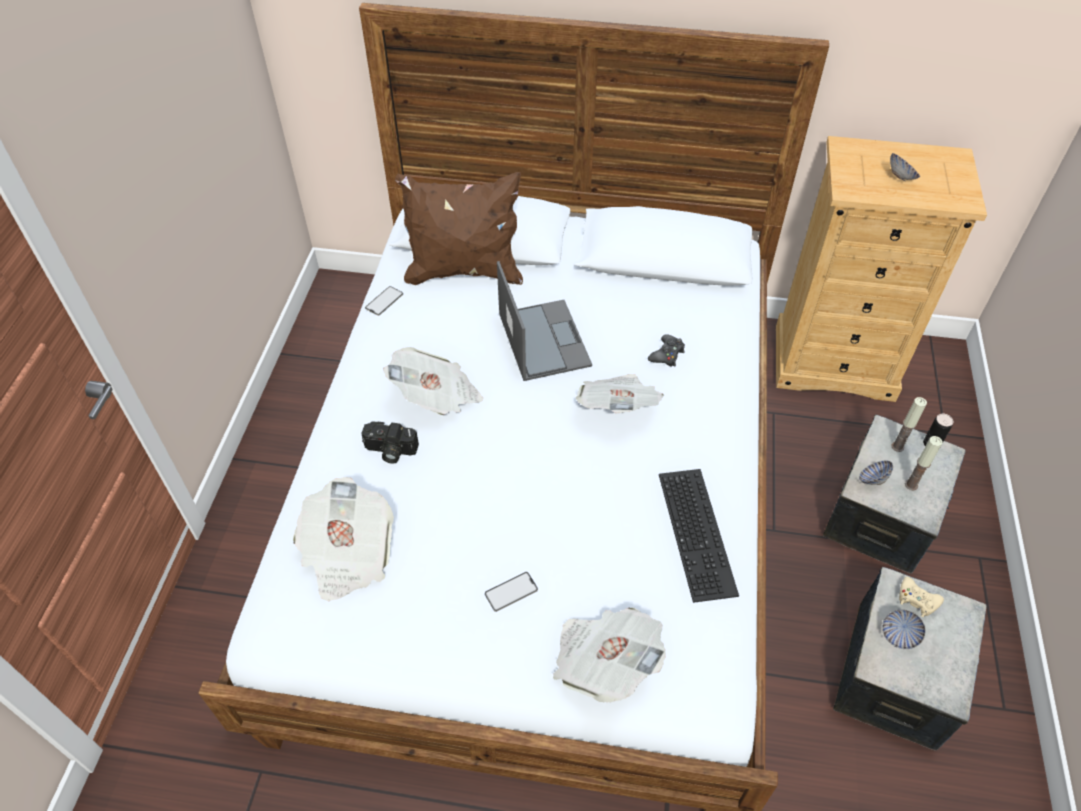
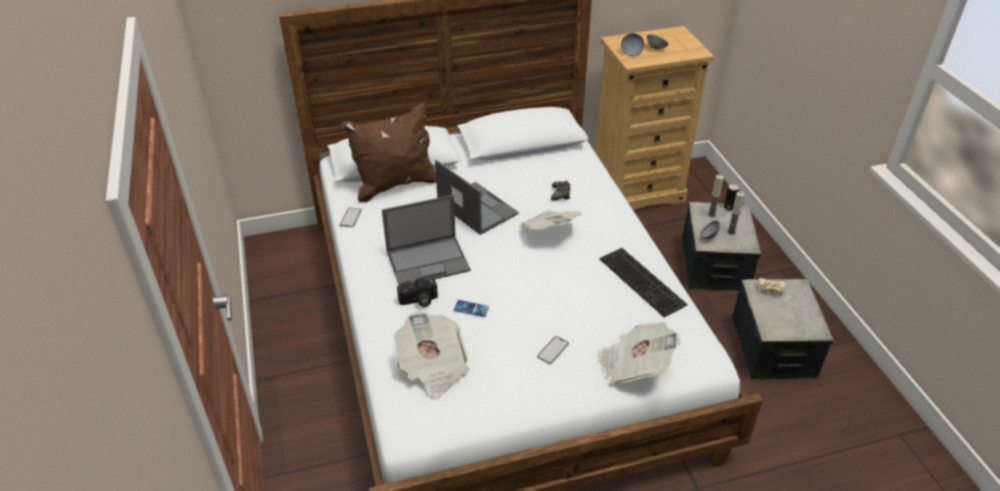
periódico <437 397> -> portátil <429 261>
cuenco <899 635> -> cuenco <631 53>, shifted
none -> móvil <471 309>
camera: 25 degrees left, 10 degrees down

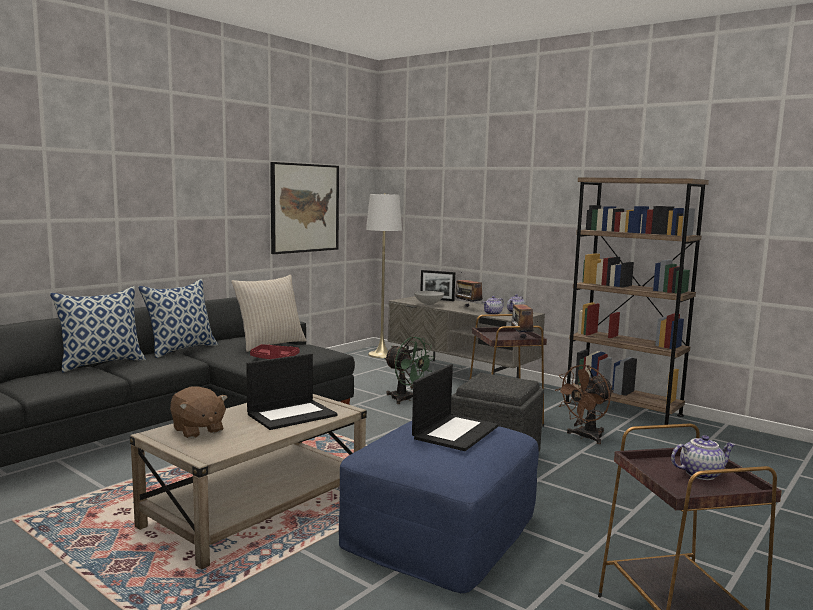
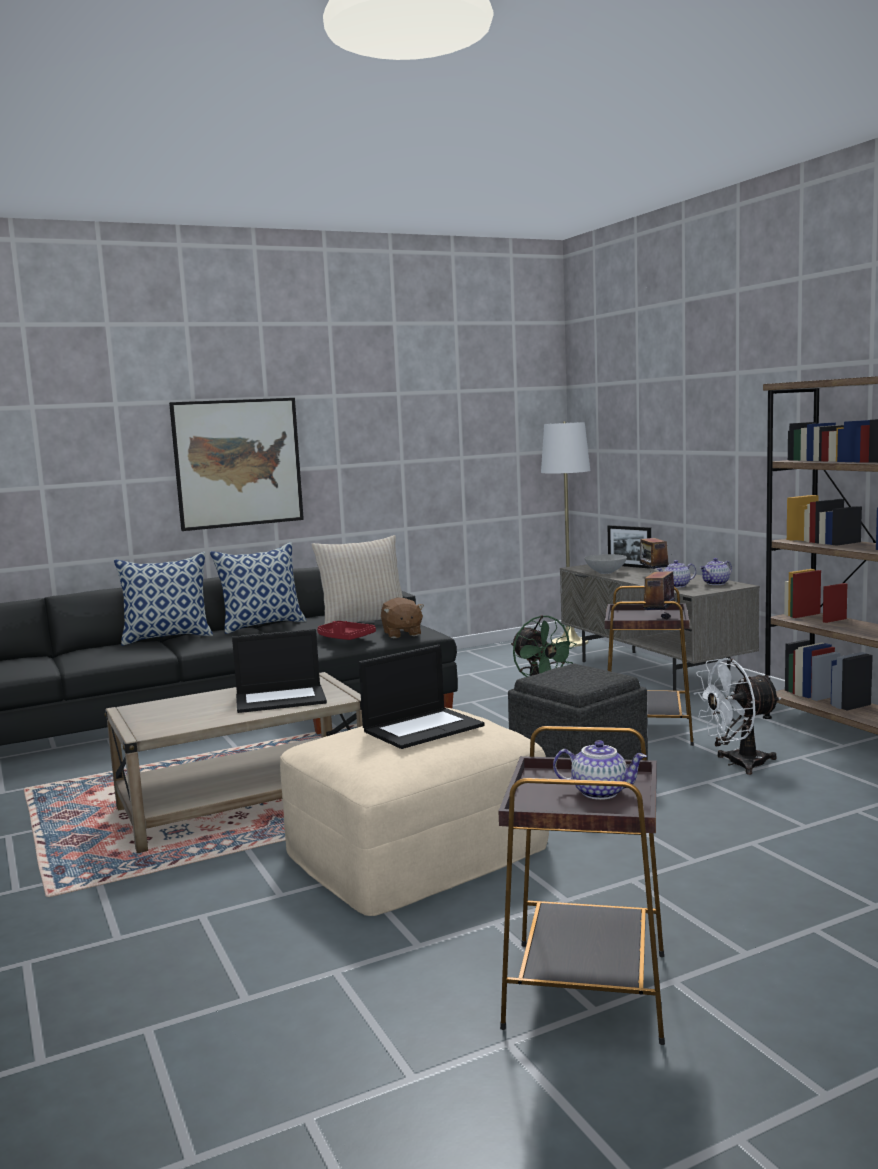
cuadro <304 208> -> cuadro <238 463>, shifted
ventilador [marrón] <585 437> -> ventilador [blanco] <738 764>
peluche [marrón] <197 430> -> peluche [marrón] <401 634>, shifted
puf [azul] <441 530> -> puf [beis] <416 850>
camera: 25 degrees right, 0 degrees up

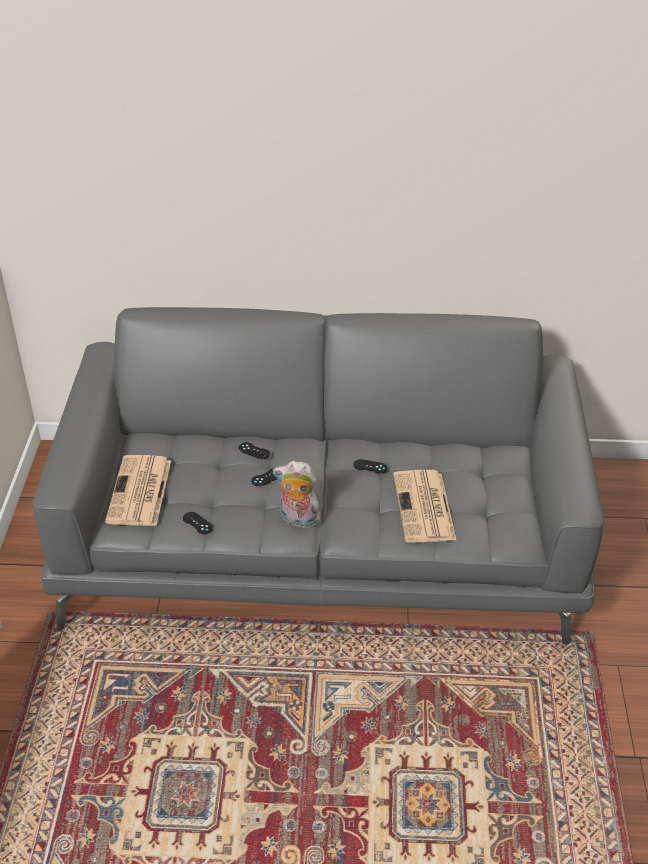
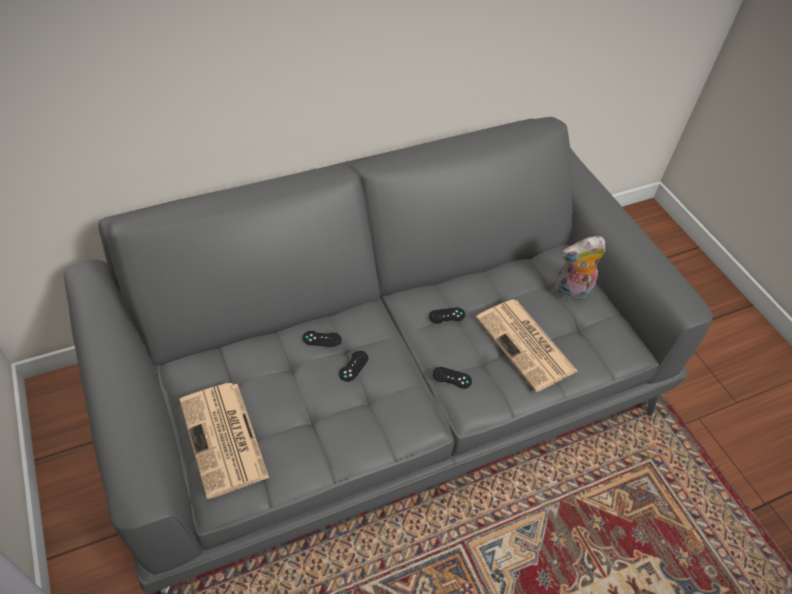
peluche <297 520> -> peluche <572 292>, shifted
mando de consola [negro] <197 523> -> mando de consola [negro] <452 378>, shifted
camera: 30 degrees left, 10 degrees up

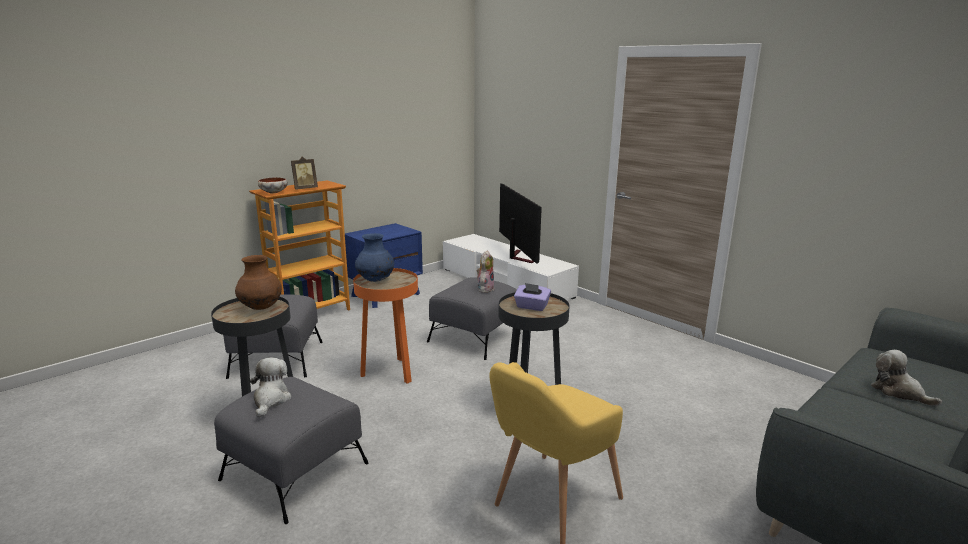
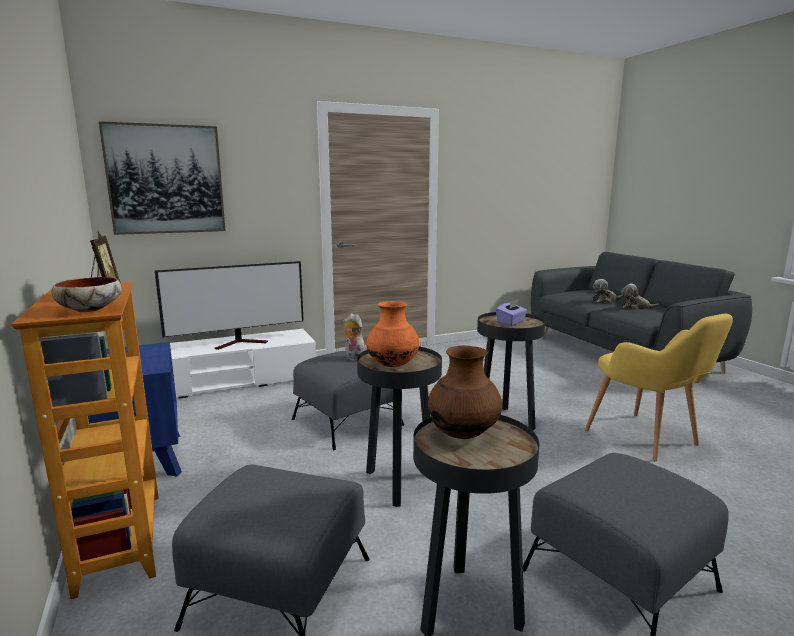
televisor <517 257> -> televisor <241 343>, 150 degrees clockwise
florero [azul] <375 280> -> florero [naranja] <393 365>
mesa auxiliar [naranja] <390 372> -> mesa auxiliar [negro] <398 484>
peluche <271 400> -> peluche <636 307>, shifted
none -> cuadro <166 179>
camera: 70 degrees left, 5 degrees down

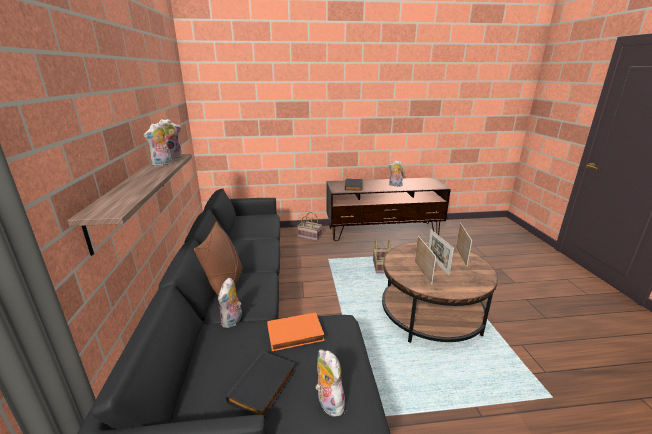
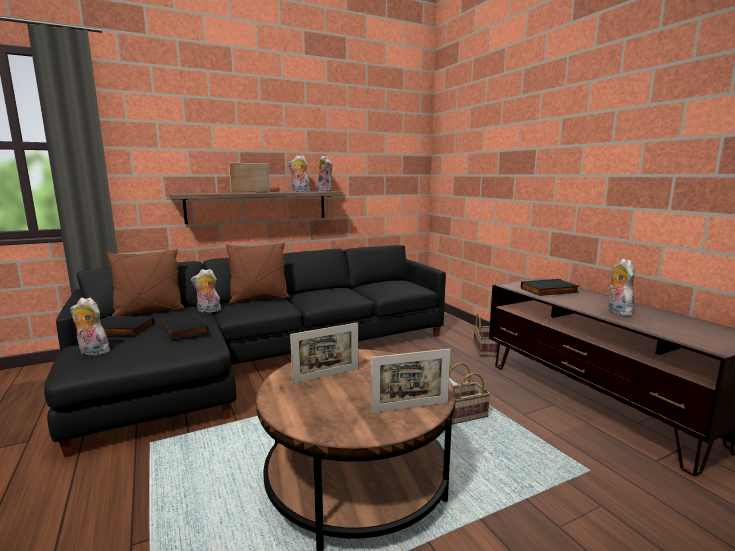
portarretratos <437 264> -> portarretratos <251 192>, shifted
libro [naranja] <295 335> -> libro [negro] <183 329>
peluche <328 402> -> peluche <92 352>, 120 degrees counterclockwise
none -> cojín [marrón] <149 312>
camera: 70 degrees right, 10 degrees down

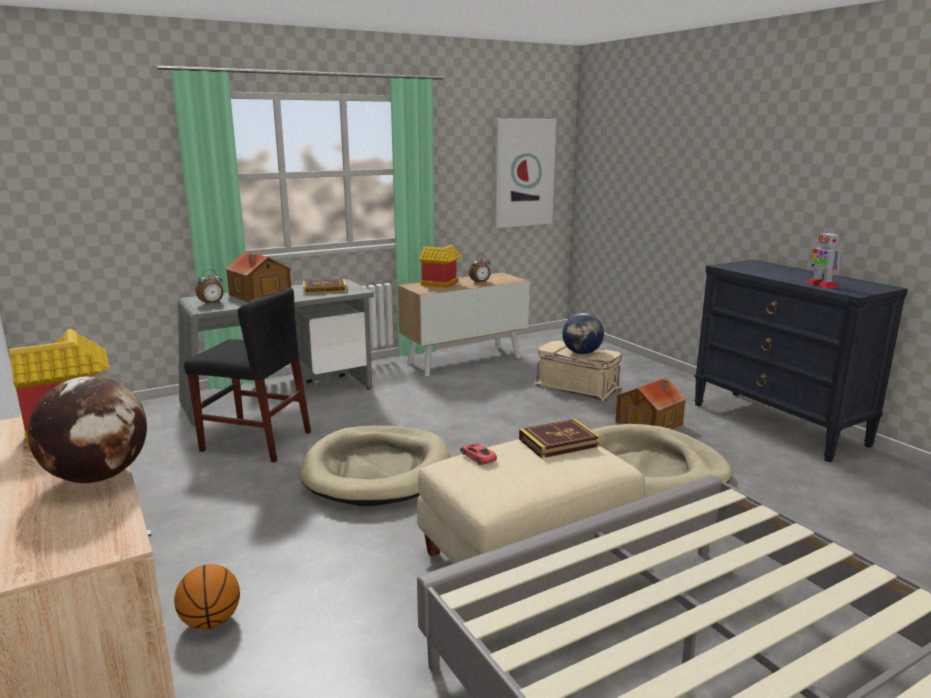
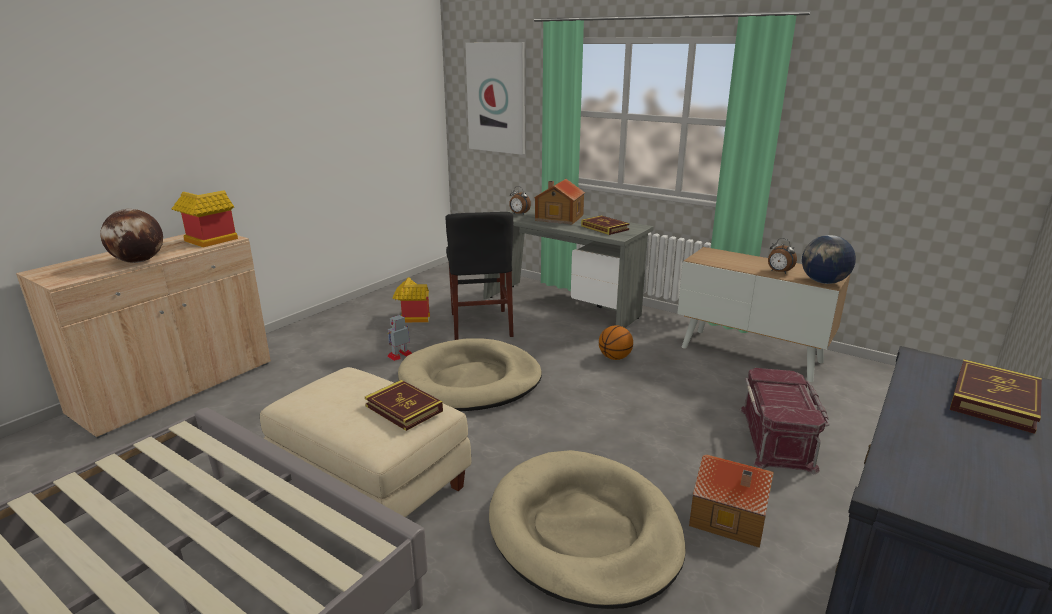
cuadro <523 173> -> cuadro <496 98>, shifted
robot de juguete <821 284> -> robot de juguete <400 355>, shifted
casita <440 285> -> casita <411 317>, shifted
globo terráqueo <581 353> -> globo terráqueo <823 282>, shifted
caja de almacenaje [beis] <577 386> -> caja de almacenaje [rojo] <778 438>
coche de juguete [rojo] <477 456> -> none
balón de baloncesto <210 622> -> balón de baloncesto <614 357>, shifted
none -> libro <994 400>
camera: 65 degrees right, 5 degrees up

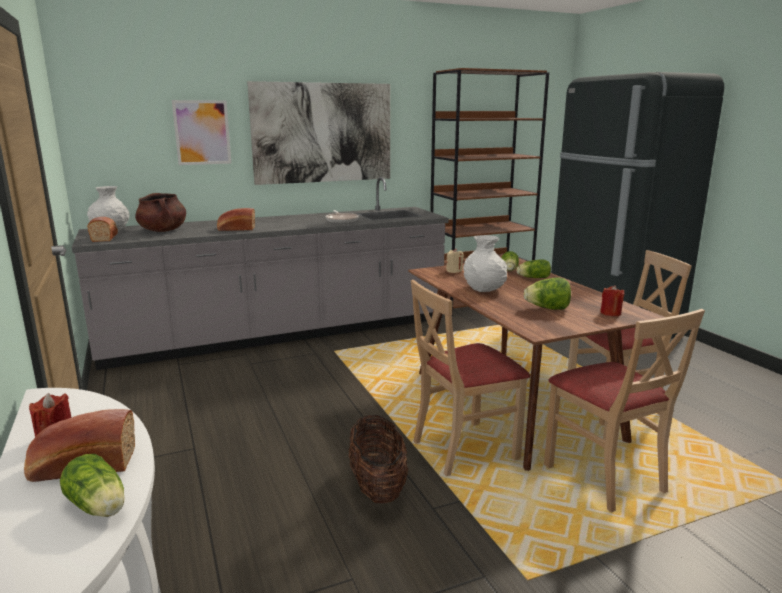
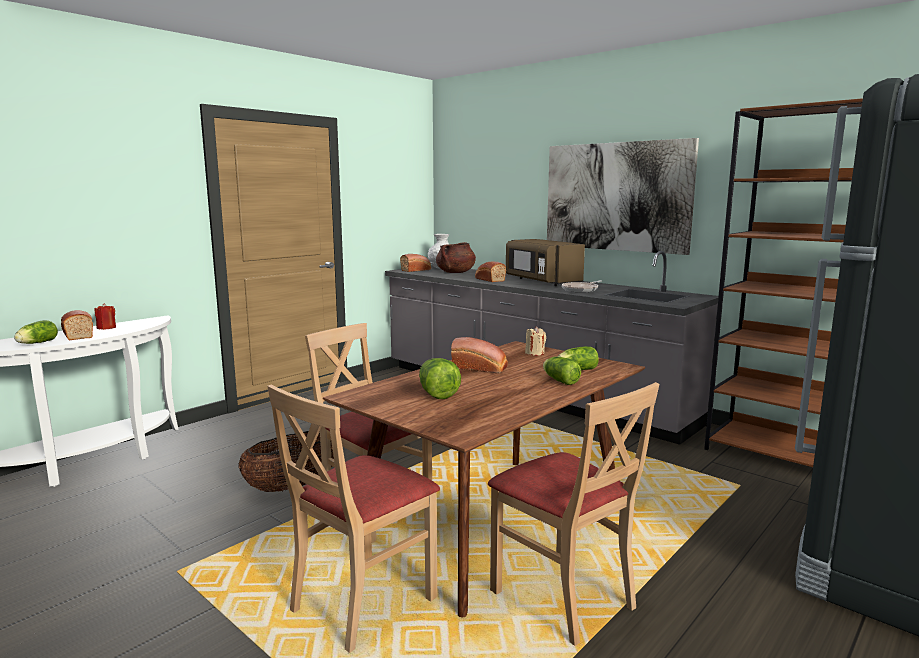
cuadro <202 132> -> none
florero [blanco] <484 289> -> pan <481 368>
vela [rojo] <610 313> -> none
none -> microondas [marrón] <541 281>
camera: 65 degrees right, 5 degrees down

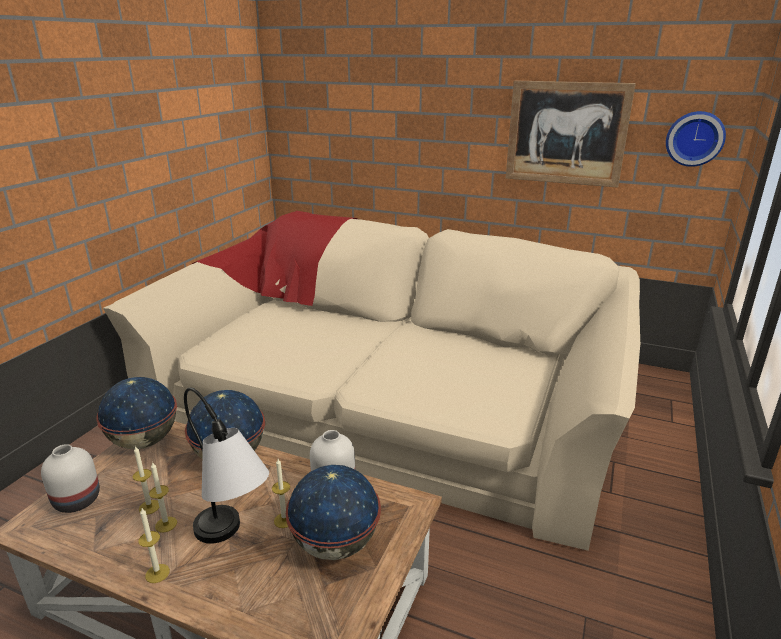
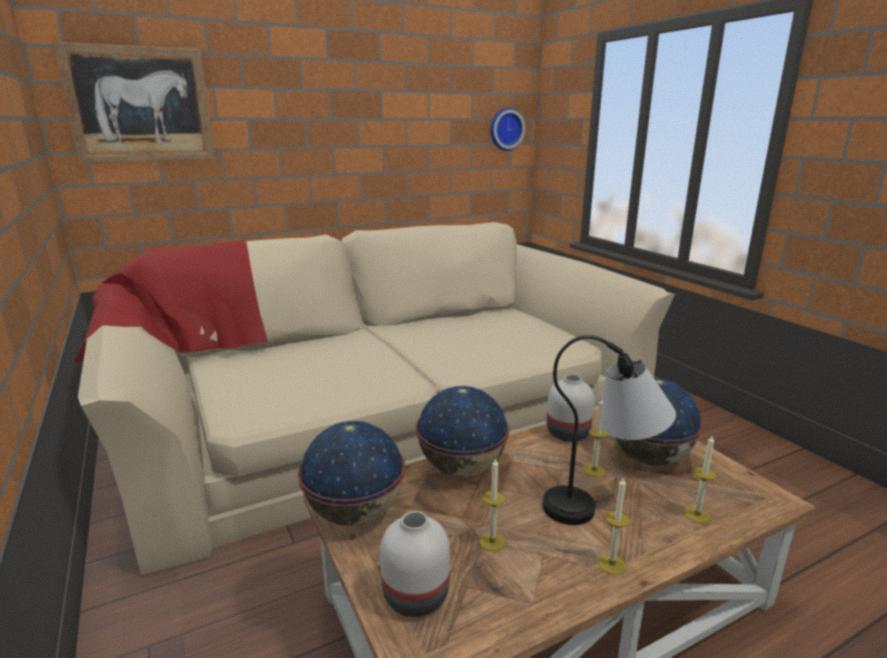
cuadro <566 133> -> cuadro <140 105>, shifted
vela <166 524> -> vela <697 515>, shifted
camera: 50 degrees left, 5 degrees down

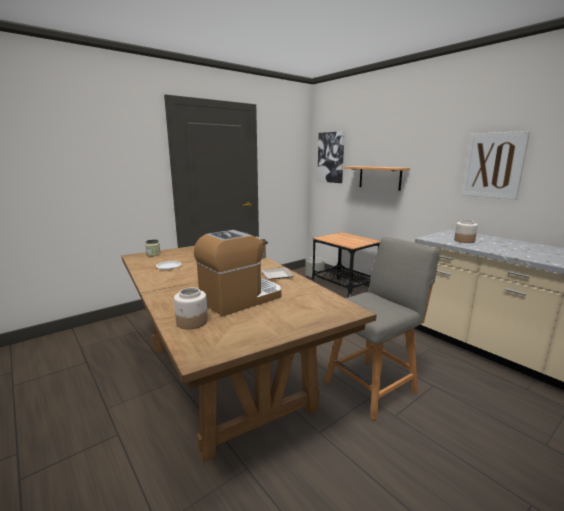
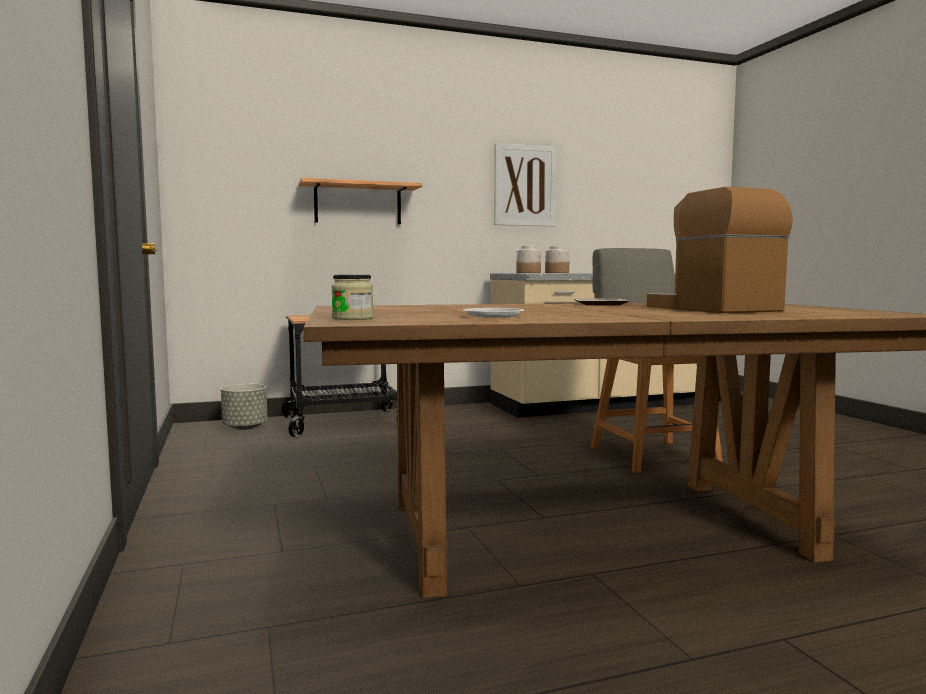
cuadro <331 157> -> none
tarro <192 322> -> tarro <528 273>, shifted
camera: 70 degrees left, 10 degrees down

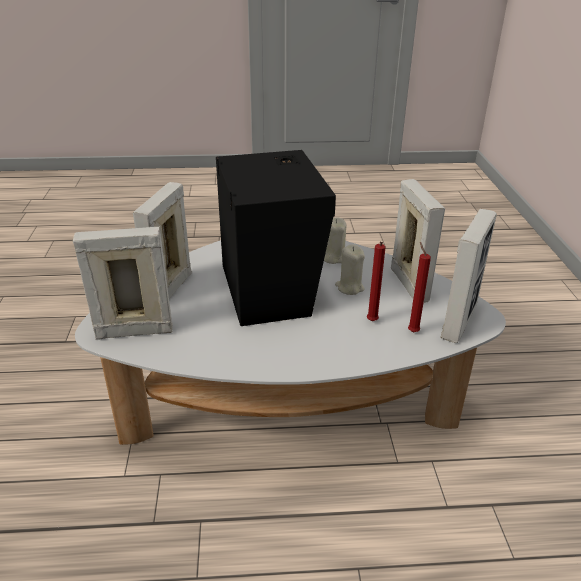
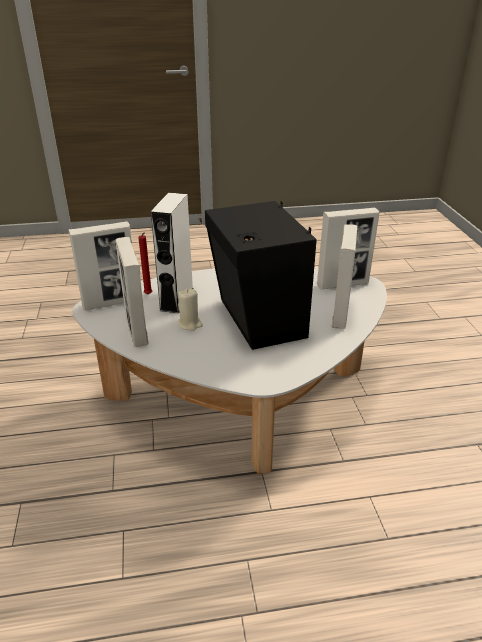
portarretratos <458 322> -> portarretratos <110 303>, 135 degrees counterclockwise
vela [beis] <333 258> -> none
vela [rojo] <371 322> -> altavoz [gris] <176 299>
camera: 175 degrees right, 0 degrees up

